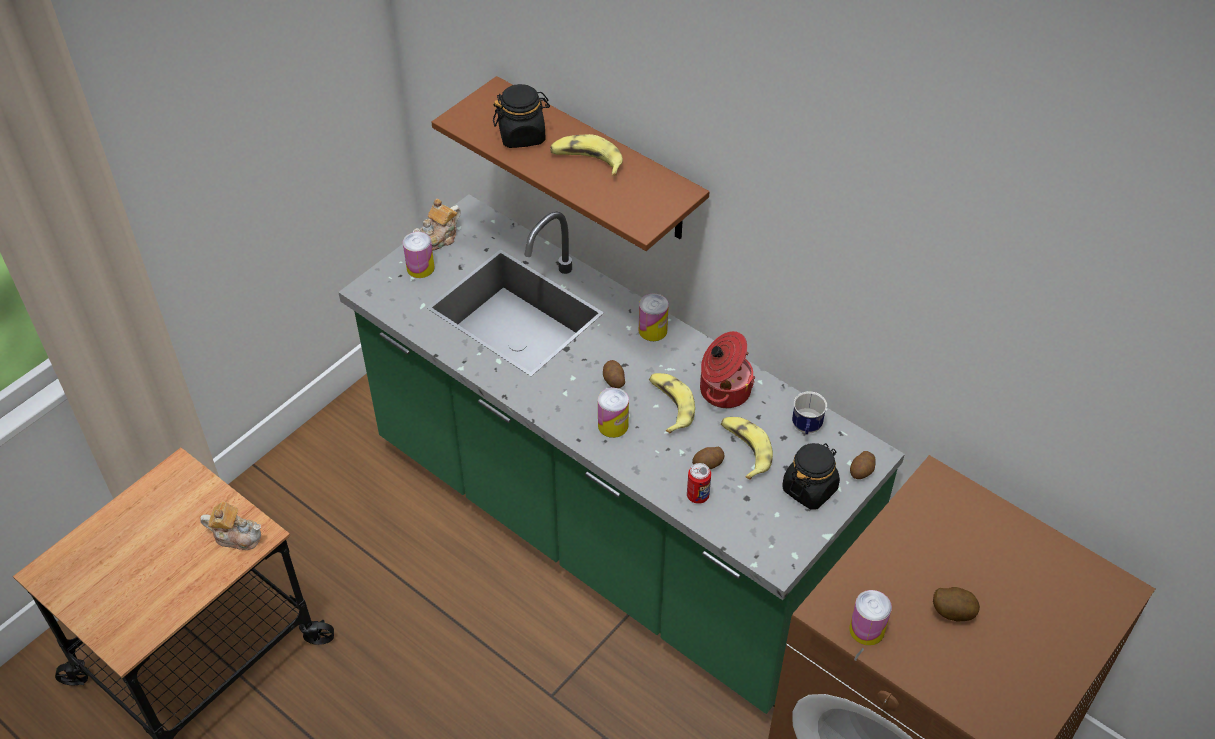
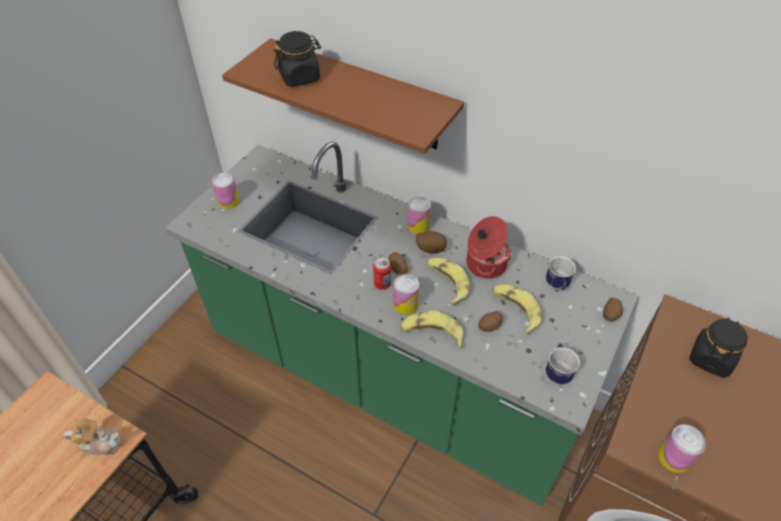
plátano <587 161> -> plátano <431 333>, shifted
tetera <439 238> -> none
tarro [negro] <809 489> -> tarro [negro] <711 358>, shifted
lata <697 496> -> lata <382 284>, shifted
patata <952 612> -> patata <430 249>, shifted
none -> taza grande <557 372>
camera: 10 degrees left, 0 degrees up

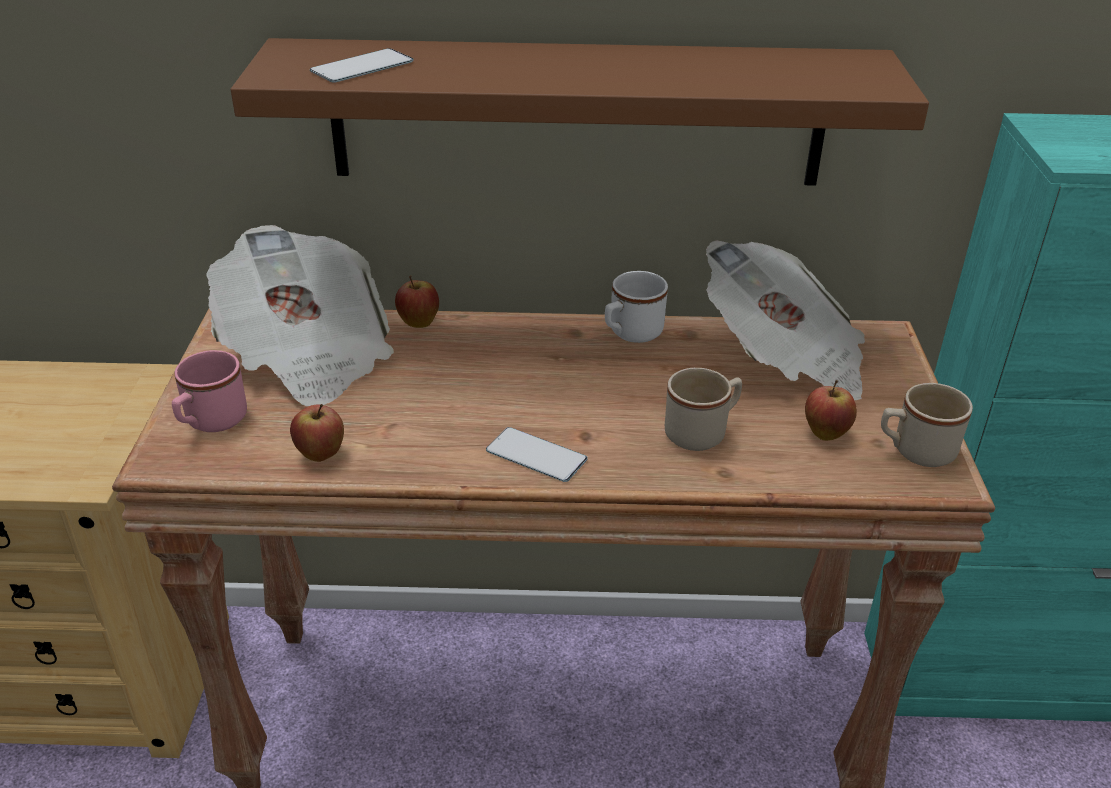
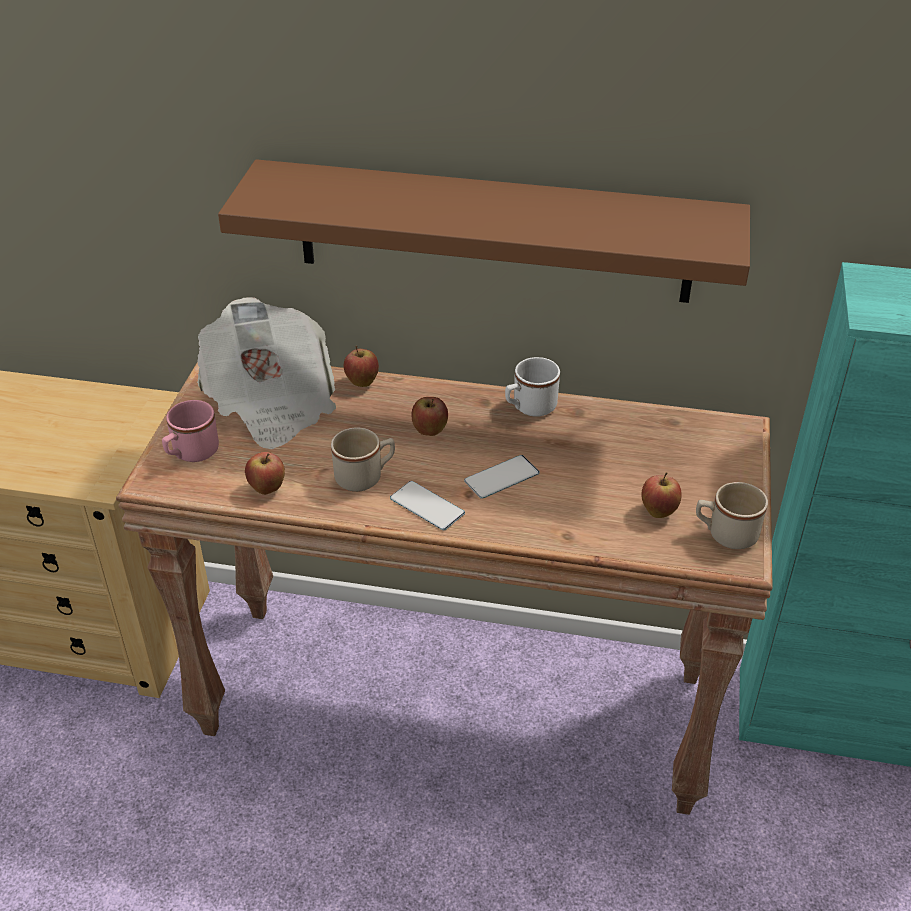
móvil <362 66> -> móvil <501 477>, shifted
periódico <783 359> -> none
taza grande [beis] <702 432> -> taza grande [beis] <365 477>, shifted
none -> manzana <430 432>
camera: 10 degrees right, 5 degrees up

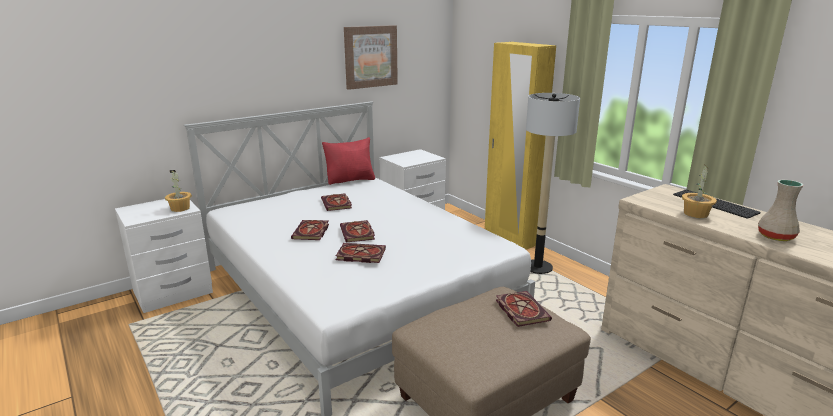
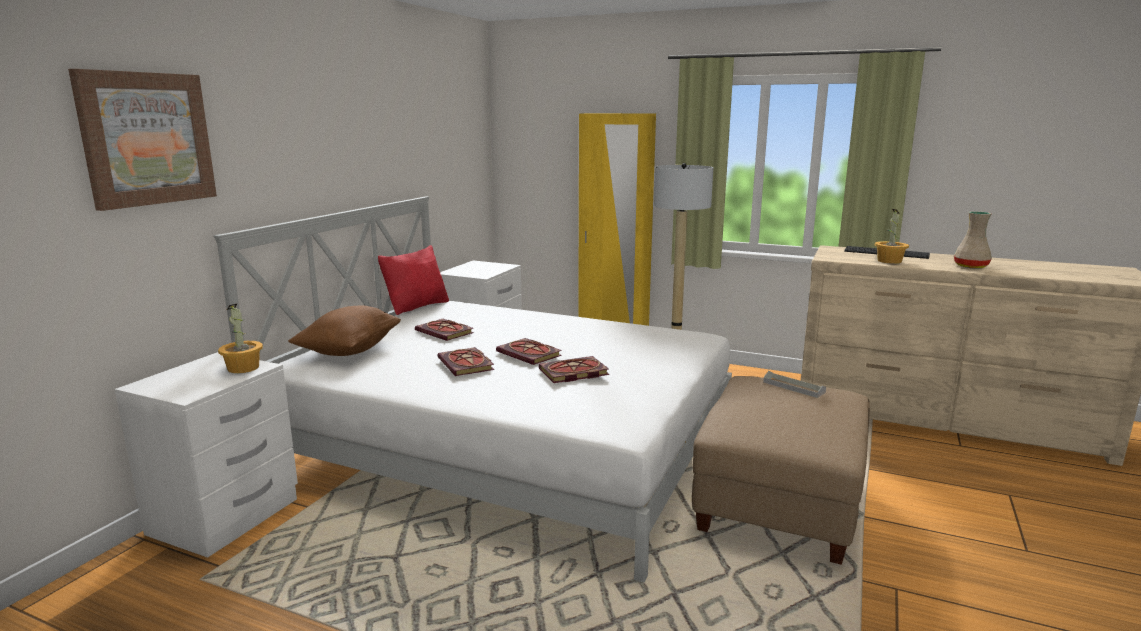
cuadro <370 56> -> cuadro <146 139>, shifted
libro <520 310> -> bandeja [gris] <793 387>
none -> cojín [marrón] <349 351>
camera: 30 degrees left, 5 degrees down

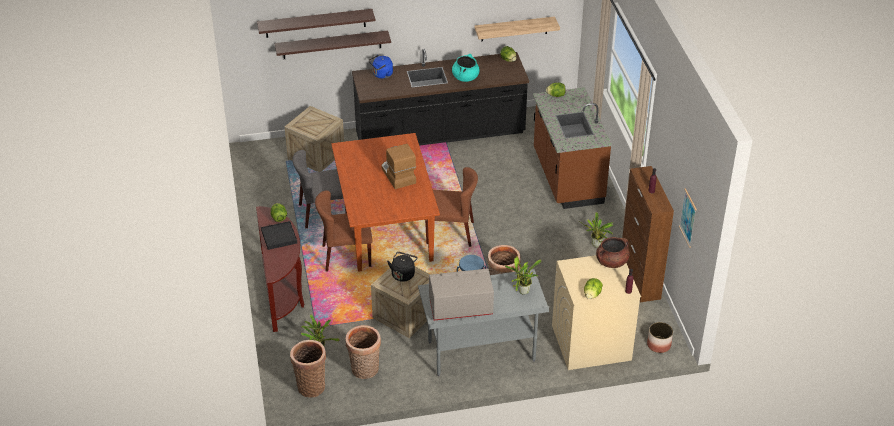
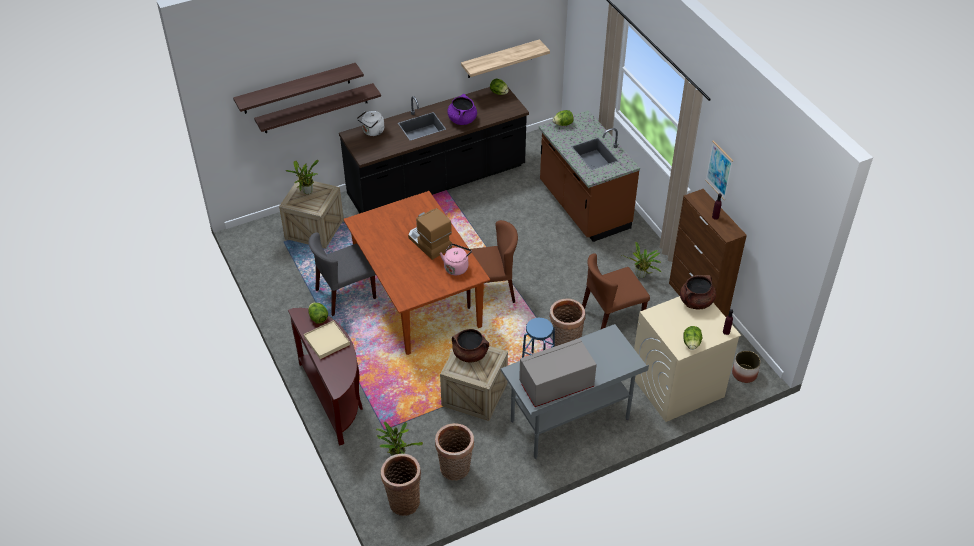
olla [turquesa] <465 77> -> olla [morado] <462 120>
hervidor [azul] <381 75> -> hervidor [blanco] <372 132>
cuadro <688 218> -> cuadro <719 170>, shifted
silla [marrón] <346 256> -> silla [marrón] <611 317>, shifted
bandeja [negro] <279 237> -> bandeja [beis] <327 341>
hervidor [negro] <403 274> -> olla [marrón] <470 354>
planta en maceta <522 292> -> planta en maceta <307 192>, shifted
none -> hervidor [rosa] <456 267>
camera: 15 degrees left, 5 degrees up

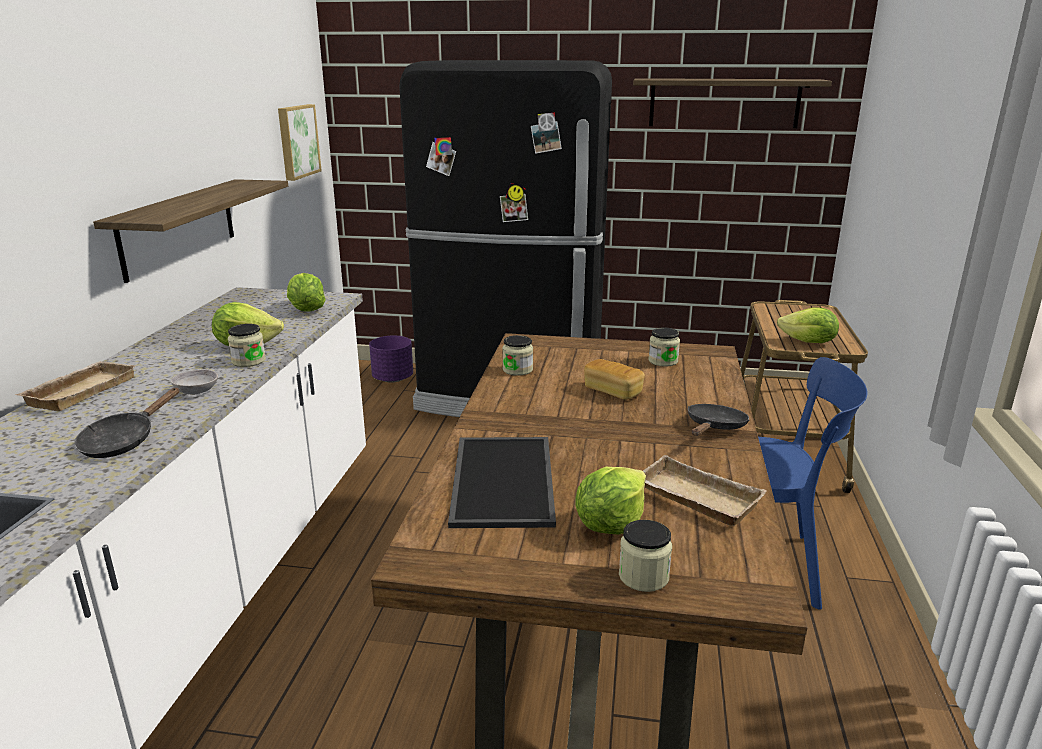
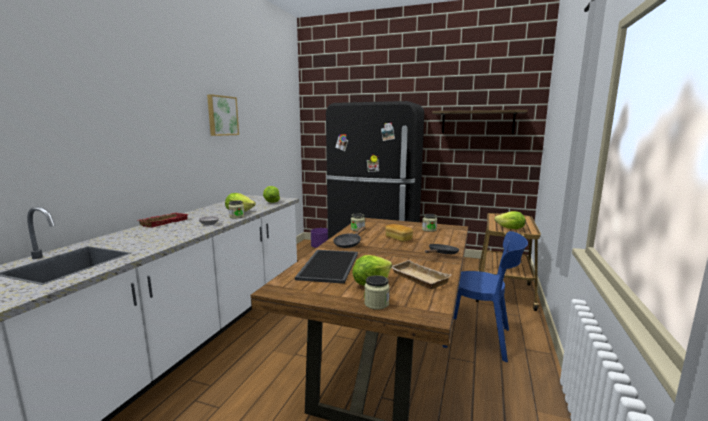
cuadro <297 141> -> cuadro <222 115>, shifted
estante <179 227> -> none
bandeja [beis] <80 391> -> bandeja [rojo] <163 222>
sartén [negro] <124 441> -> sartén [negro] <349 243>, shifted
camera: 10 degrees right, 10 degrees down

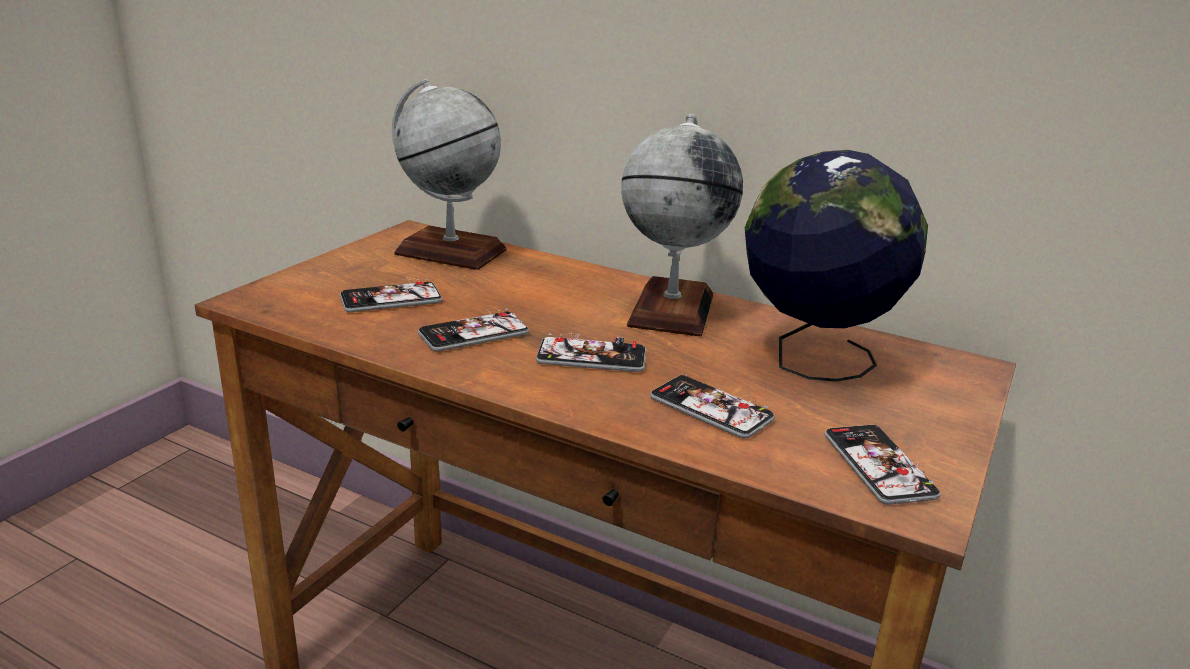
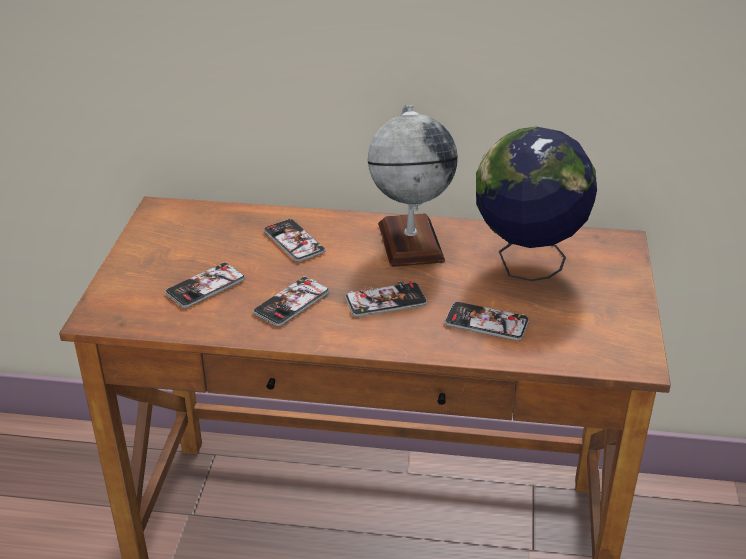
globo terráqueo <450 252> -> none
móvil <878 465> -> móvil <294 241>, shifted
camera: 20 degrees left, 10 degrees up

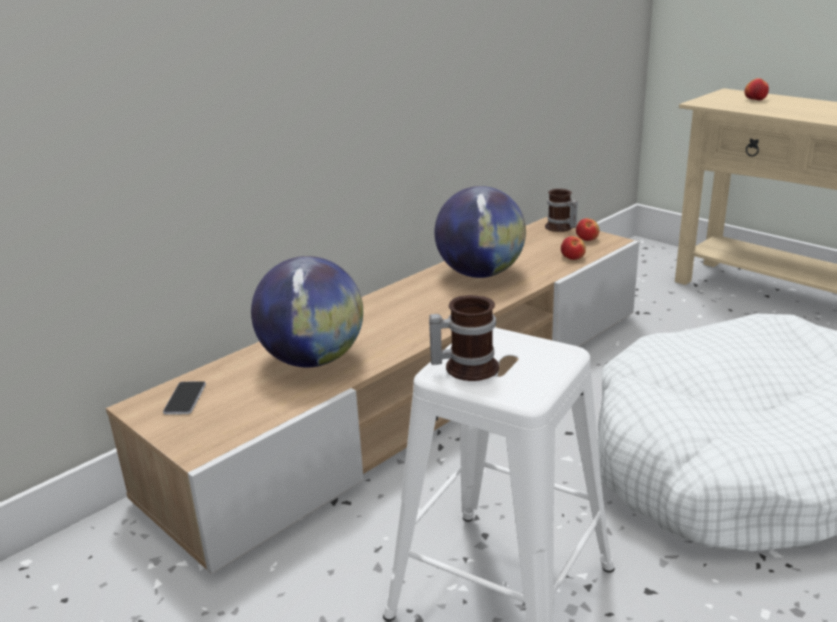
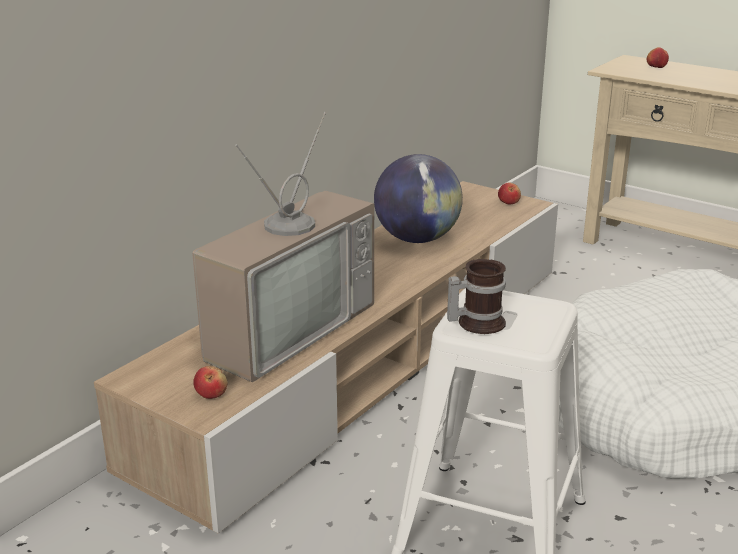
taza grande <560 228> -> none
manzana <573 257> -> manzana <211 393>, shifted
globo terráqueo <313 360> -> televisor <283 327>
móvil <185 399> -> none
camera: 10 degrees left, 0 degrees up

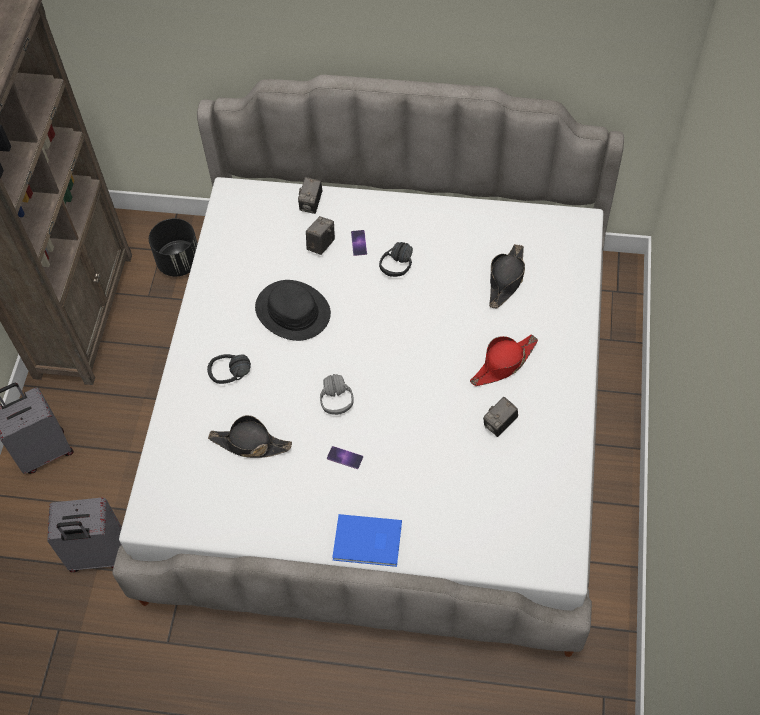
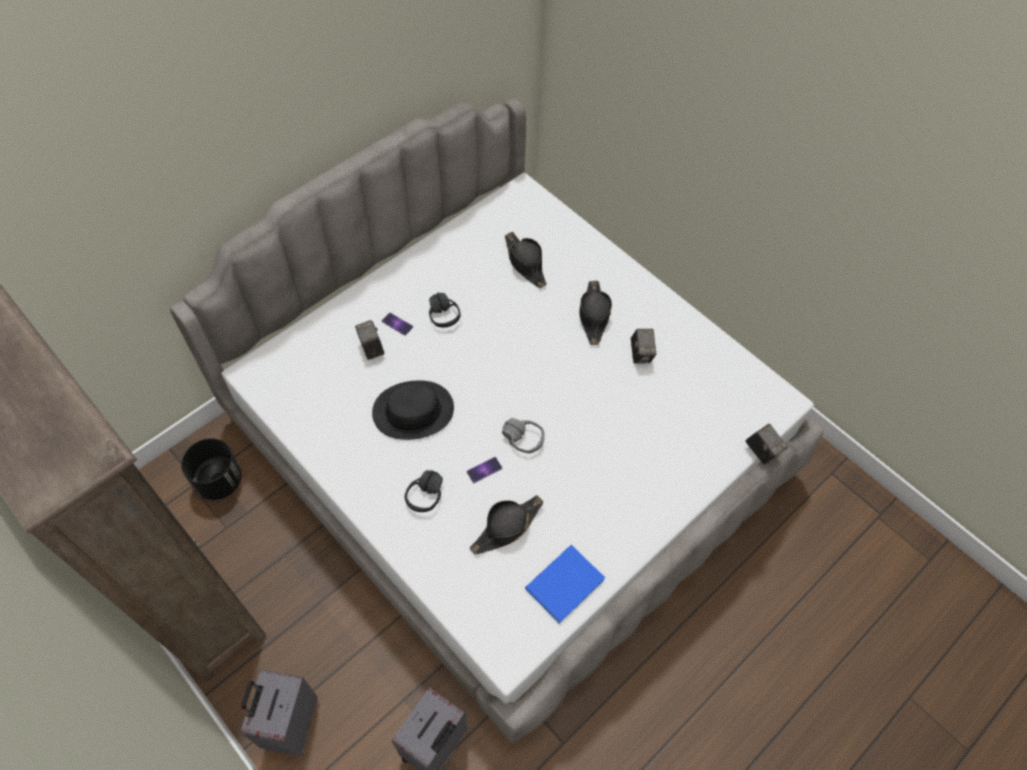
cámara <311 204> -> cámara <762 451>, shifted
sombrero [rojo] <503 364> -> sombrero [negro] <593 316>
móvil <345 457> -> móvil <484 470>, shifted
libro [azul] <368 543> -> libro [azul] <567 585>, shifted
camera: 55 degrees left, 0 degrees up

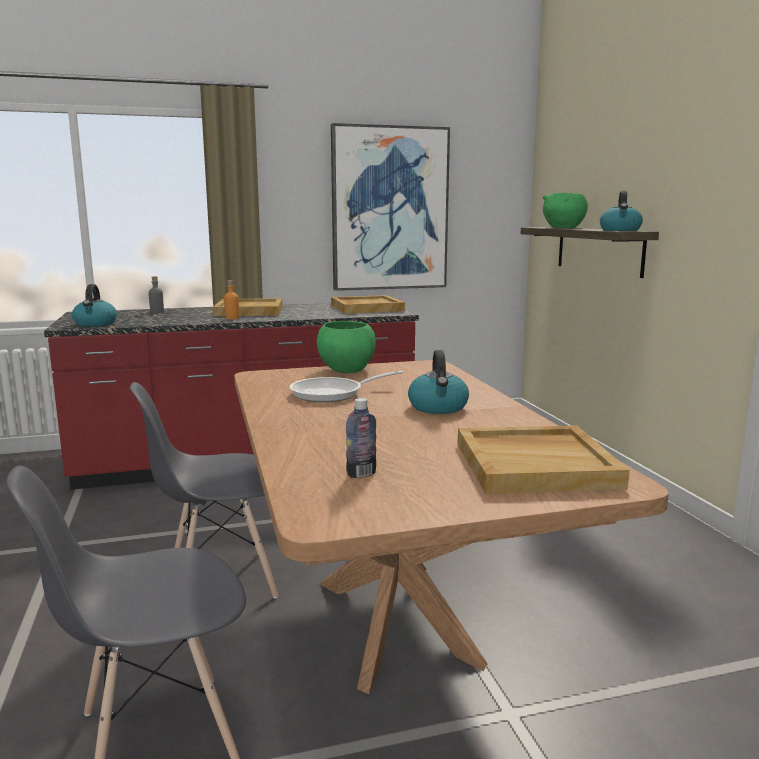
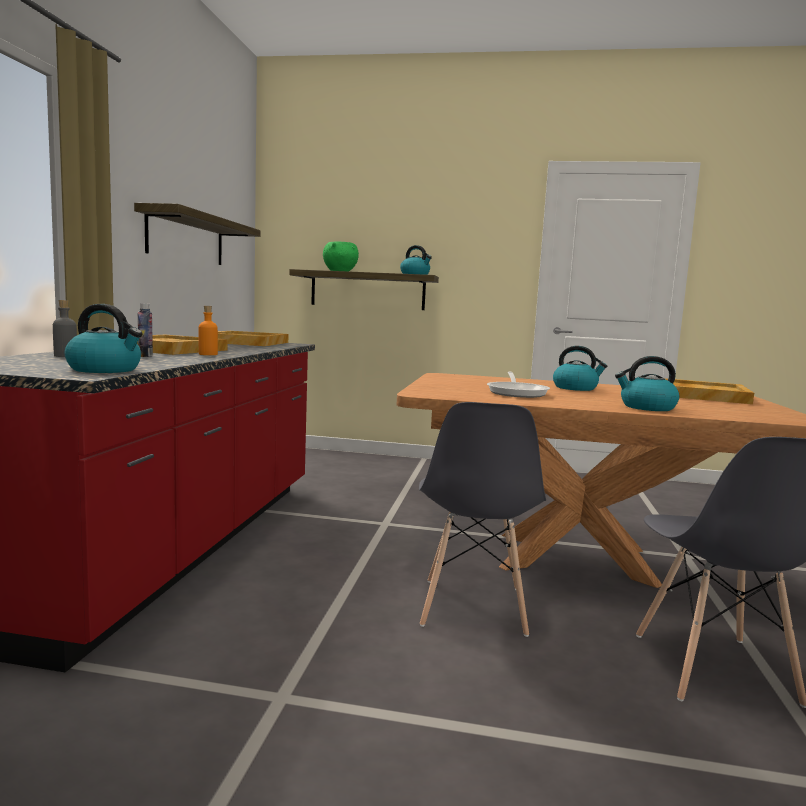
cuadro <389 209> -> estante <186 238>
cuenco [verde] <346 370> -> none
botella <361 474> -> botella <145 356>, shifted
none -> hervidor <646 407>
camera: 65 degrees left, 5 degrees down

